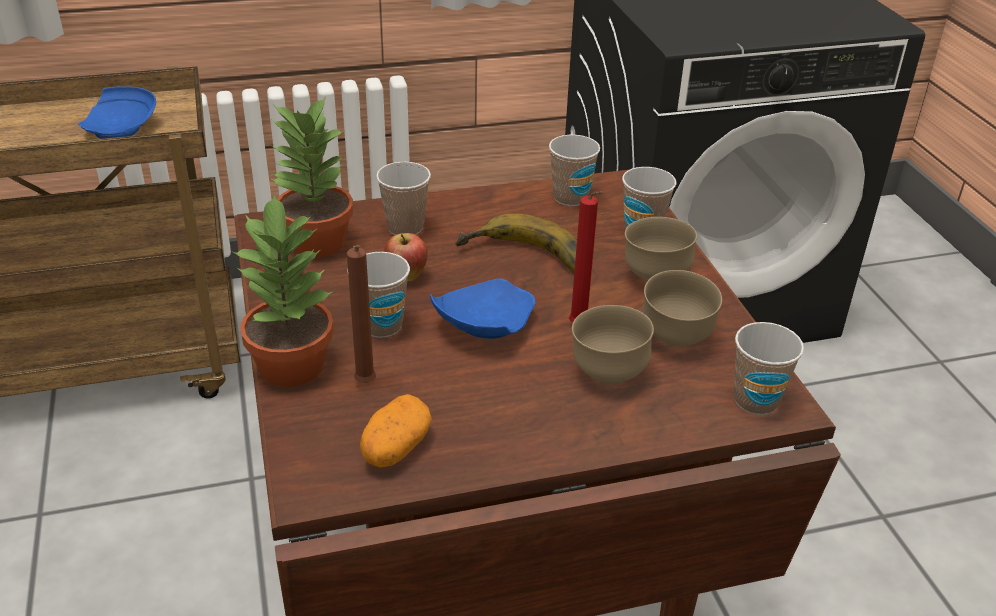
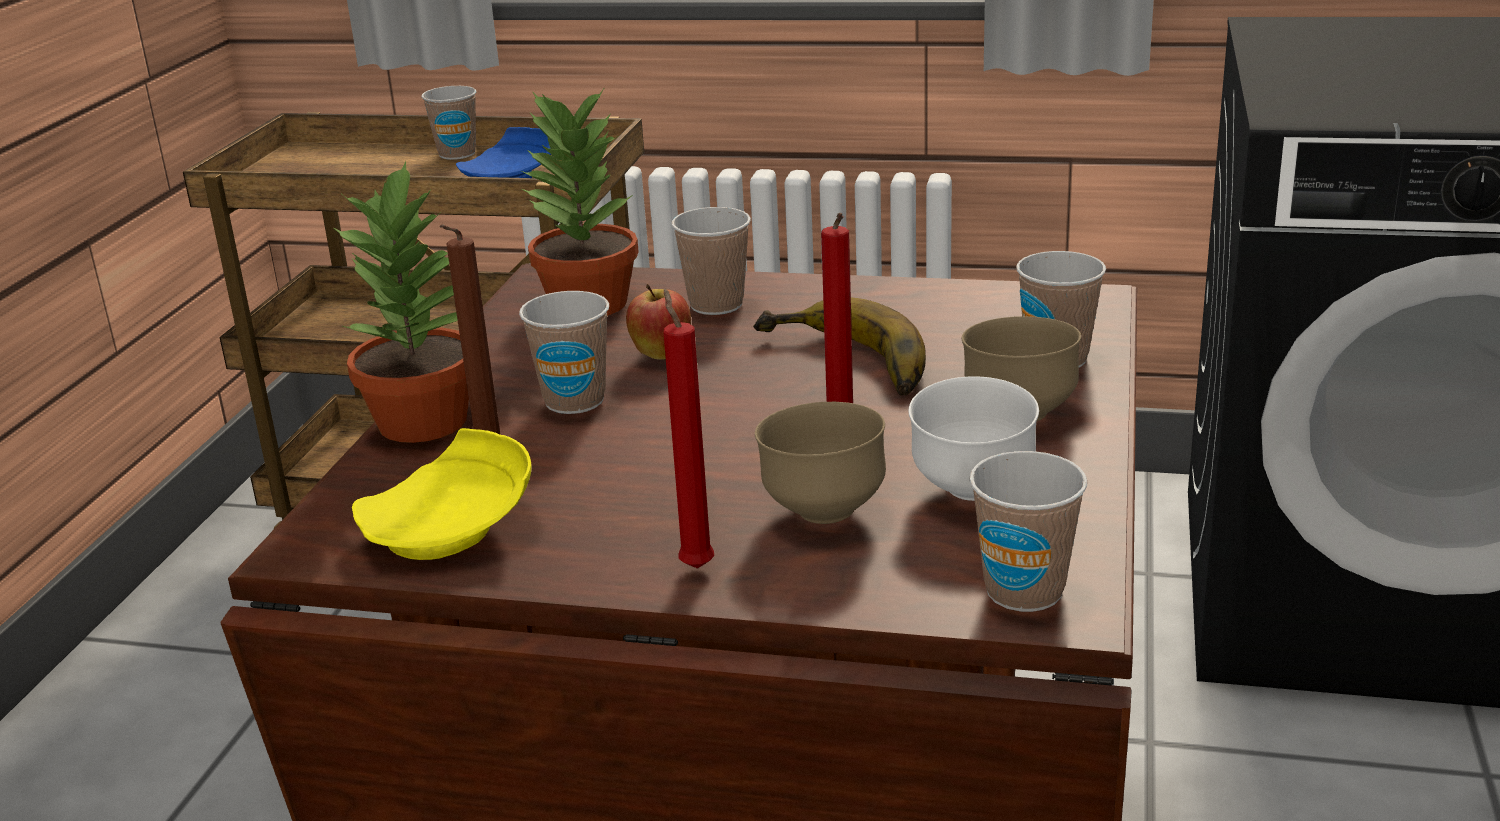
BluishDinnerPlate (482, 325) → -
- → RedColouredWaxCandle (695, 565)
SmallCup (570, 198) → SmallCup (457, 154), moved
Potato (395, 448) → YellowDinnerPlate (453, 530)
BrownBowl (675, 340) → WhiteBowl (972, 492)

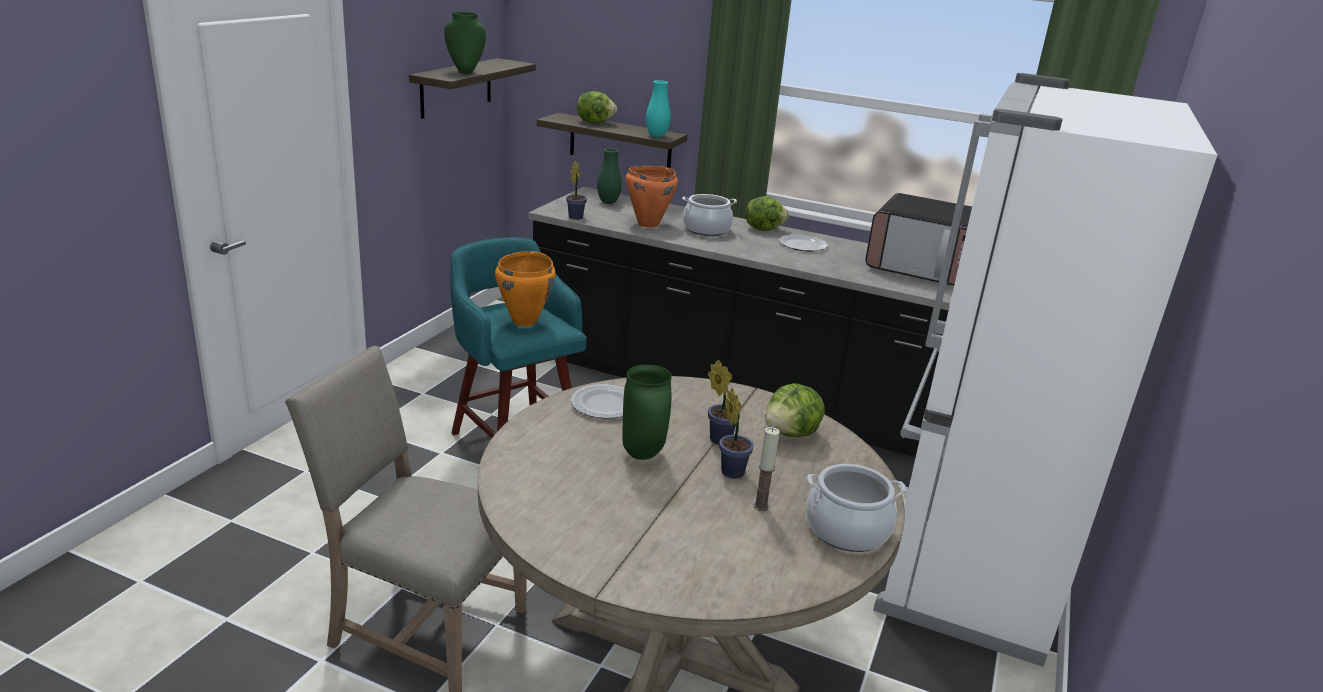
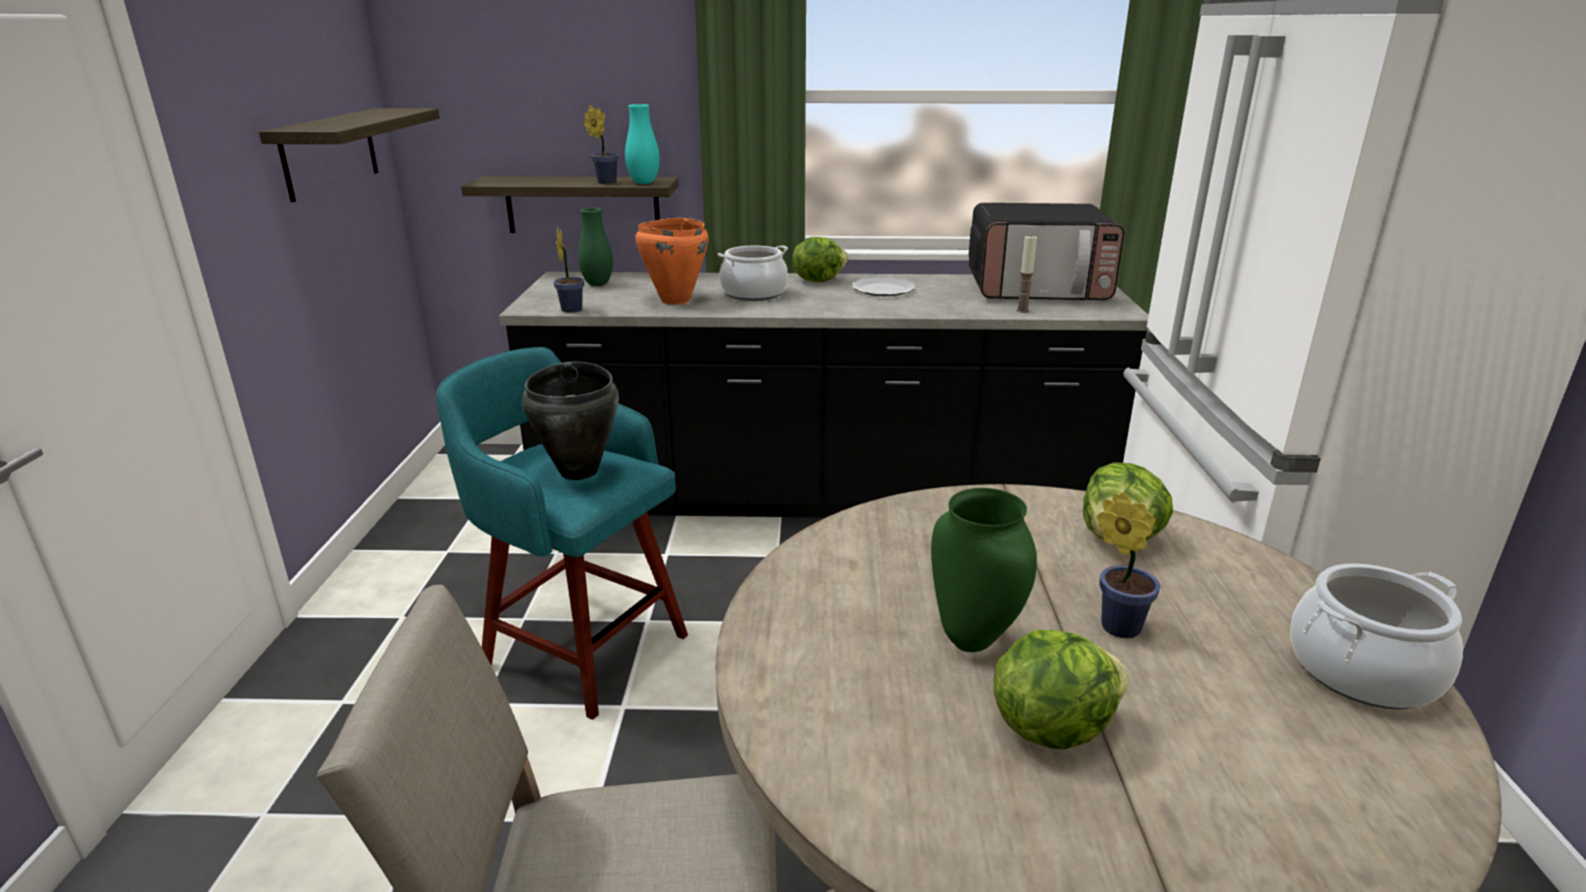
GreenColouredVase (466, 72) → -
DinnerPlate (605, 404) → -
Lettuce (595, 122) → Lettuce (1051, 726), moved
PottedPlant (718, 438) → PottedPlant (605, 182), moved
WaxCandle (760, 506) → WaxCandle (1022, 311), moved
OrangeColouredCookingPot (525, 321) → BlackColouredCookingPot (580, 471)

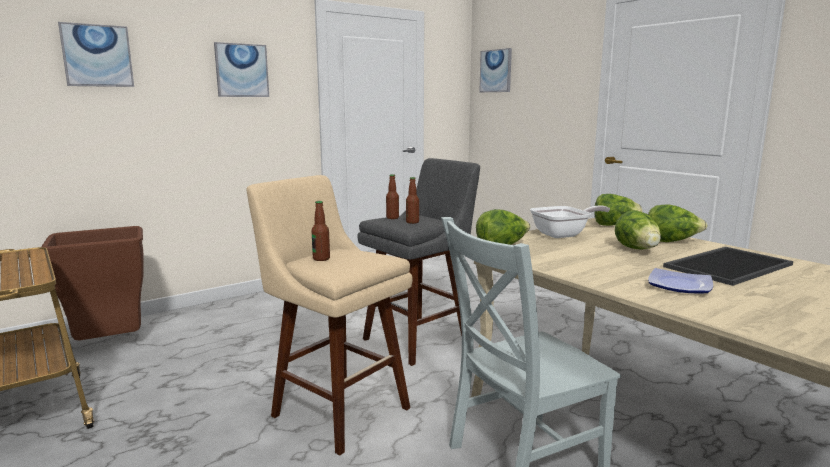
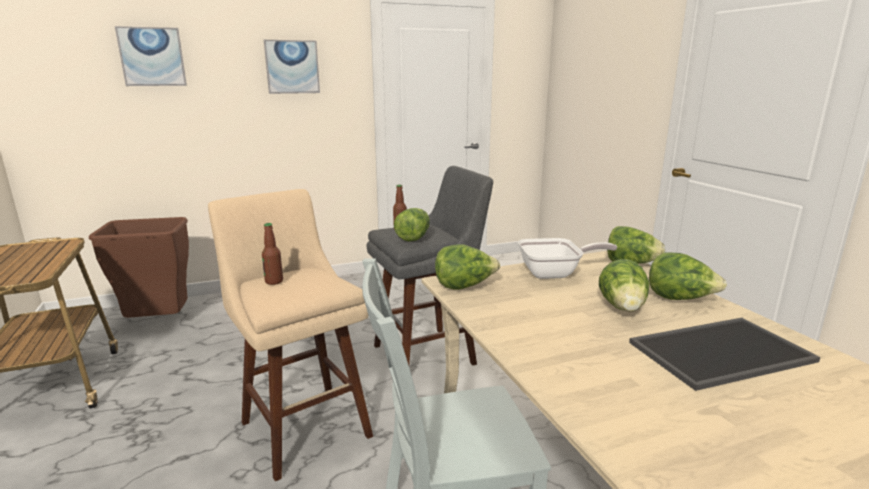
WallArt (496, 71) → -
DinnerPlate (678, 285) → -
DrinkBottle (412, 222) → Lettuce (414, 237)

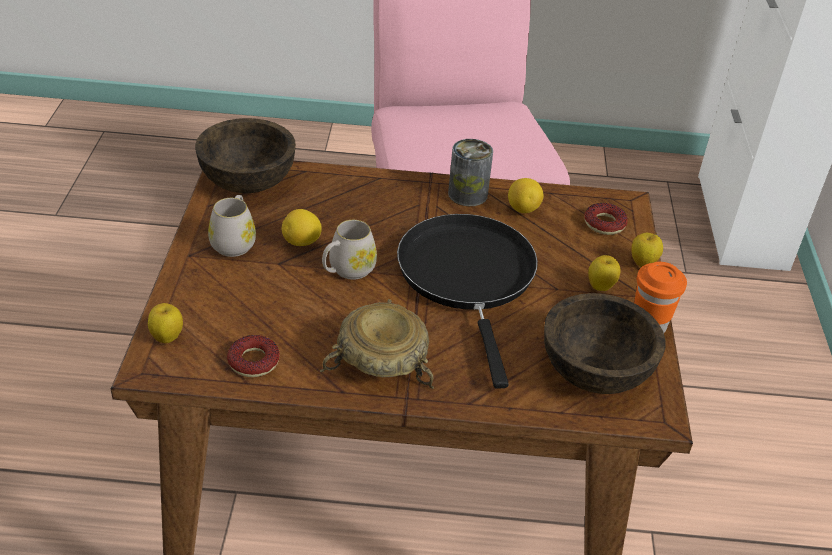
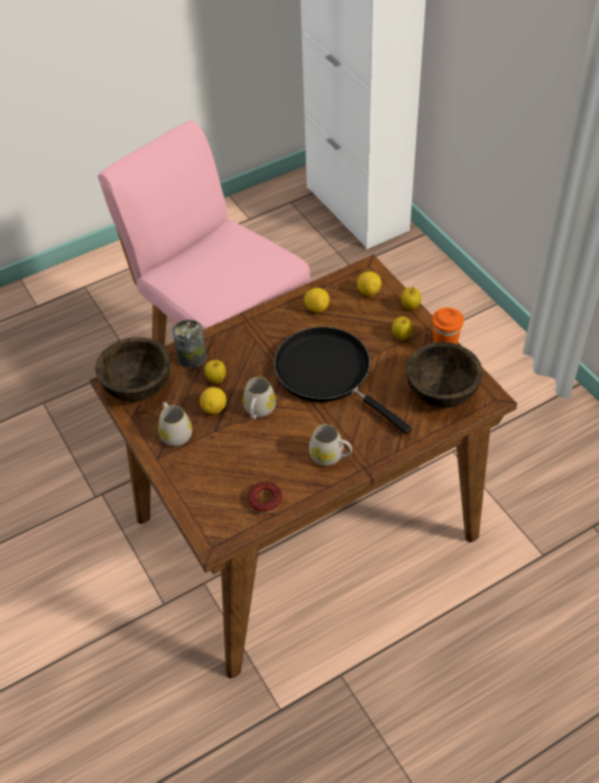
WholeApple (167, 338) → WholeApple (216, 379), moved
SealedCan (467, 194) → SealedCan (192, 356), moved
SandColouredBowl (379, 361) → WhiteTeaMug (330, 456)
RingDoughnut (604, 224) → Lemon (368, 292)

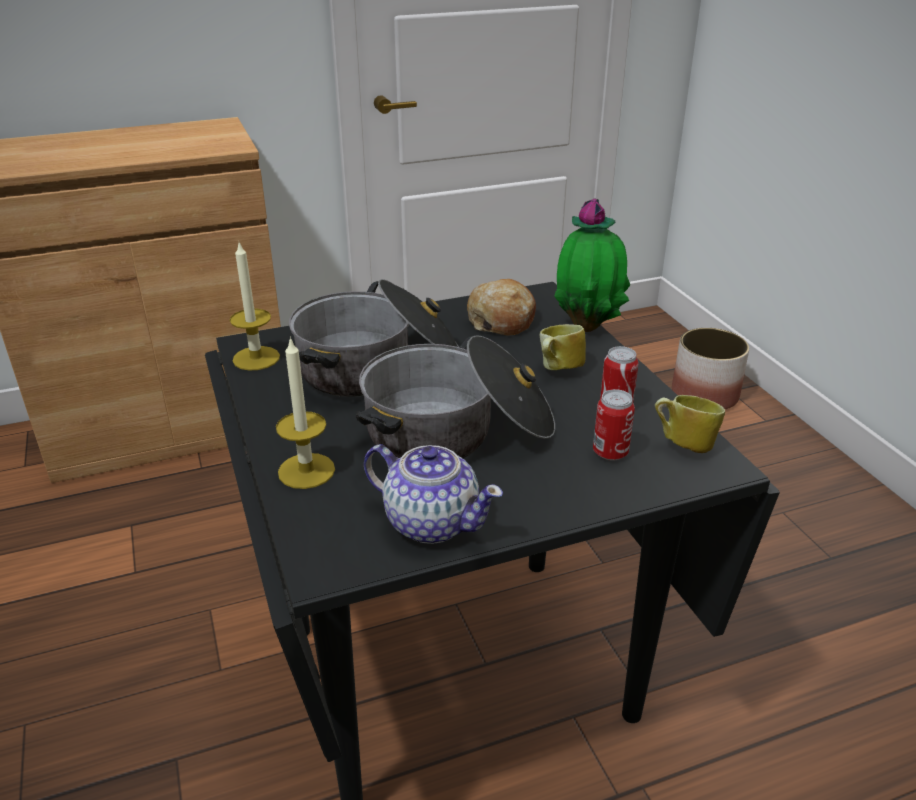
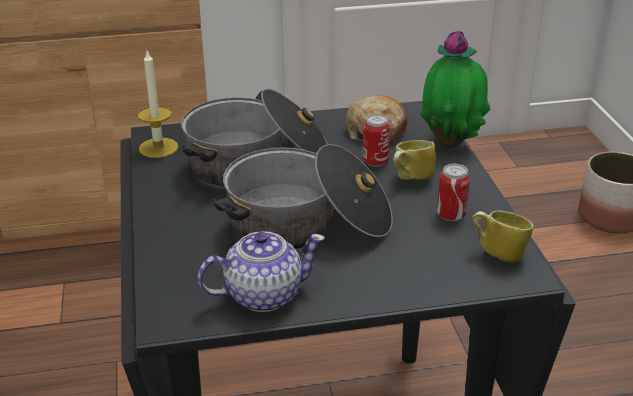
WaxCandle (306, 471) → -
SealedCan (610, 452) → SealedCan (375, 162), moved
PotForTea (431, 521) → PotForTea (262, 295), 60 degrees counterclockwise

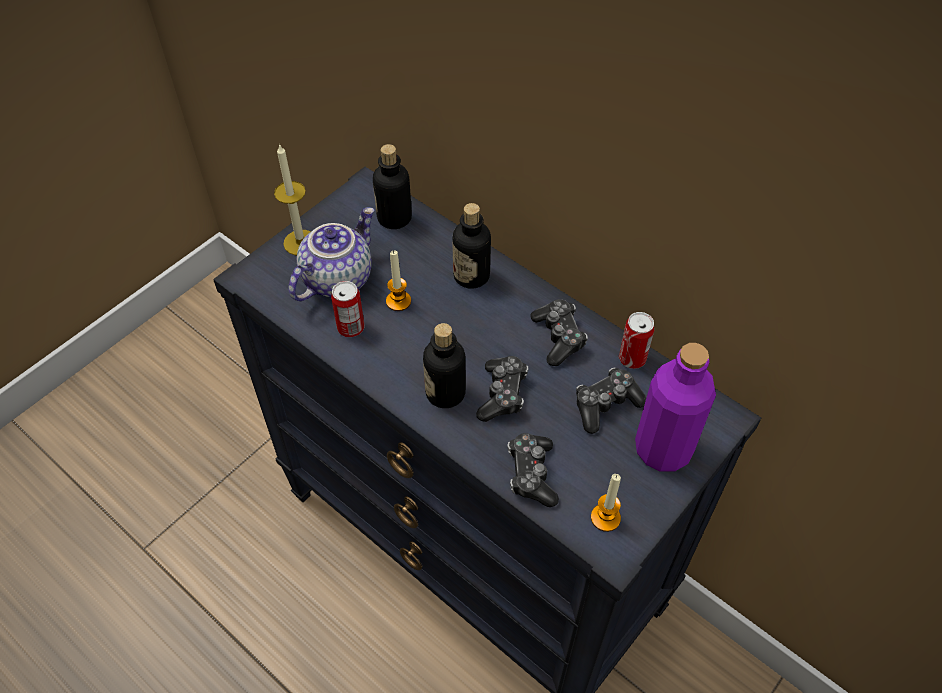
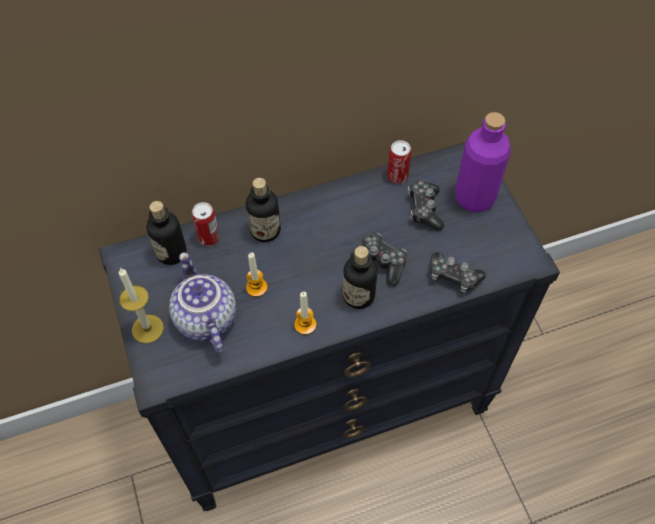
GameController (559, 337) → -
SealedCan (351, 327) → SealedCan (208, 237), moved
WaxCandle (605, 518) → WaxCandle (305, 325), moved

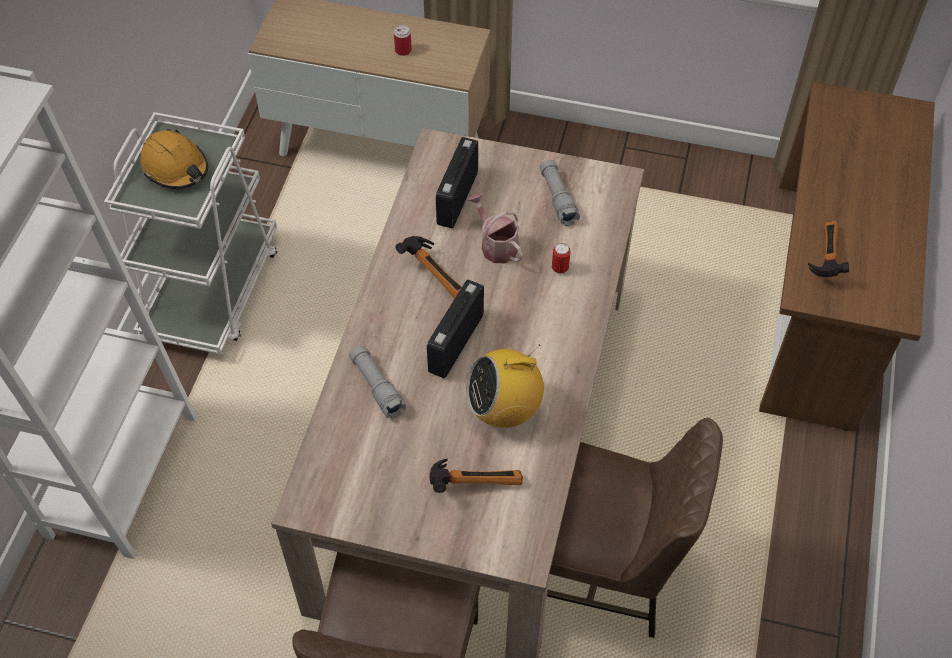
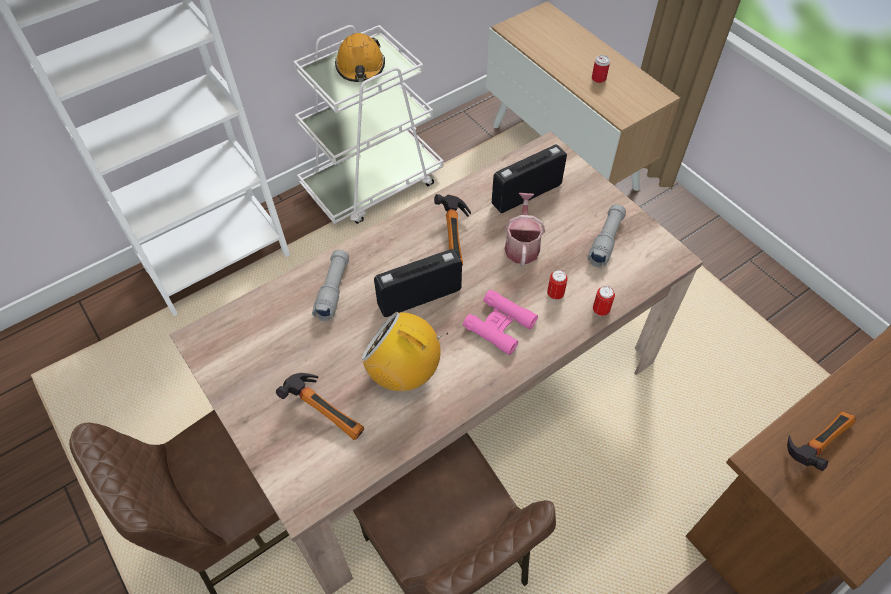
- → PinkColouredFieldGlasses (499, 325)
- → SealedCan (600, 310)

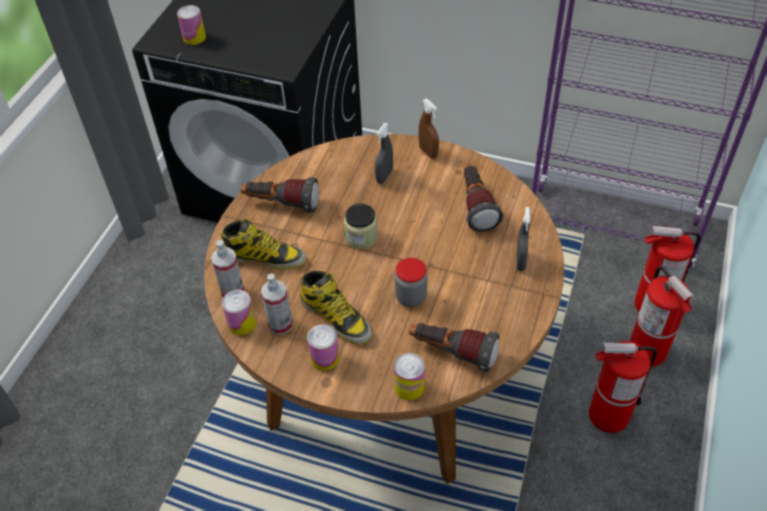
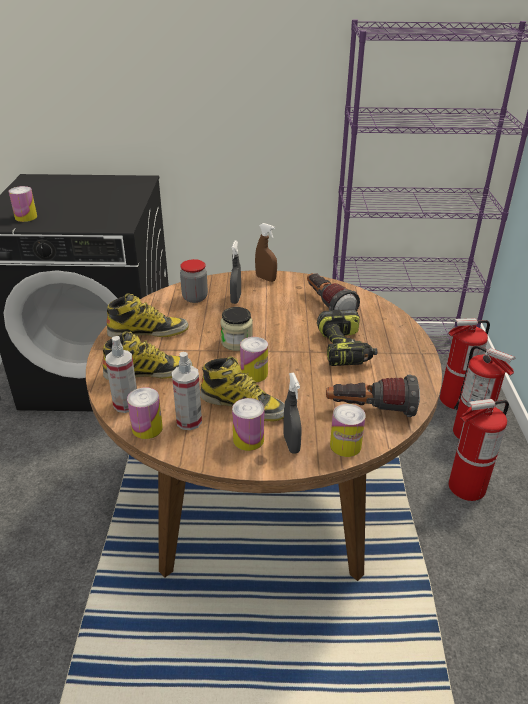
- → SealedCan (254, 374)
- → PowerDrill (345, 349)
StorageJar (411, 297) → StorageJar (195, 298), moved
GreyishSprayBottle (520, 261) → GreyishSprayBottle (291, 444), moved
Flashlight (281, 204) → TallBoot (148, 331)

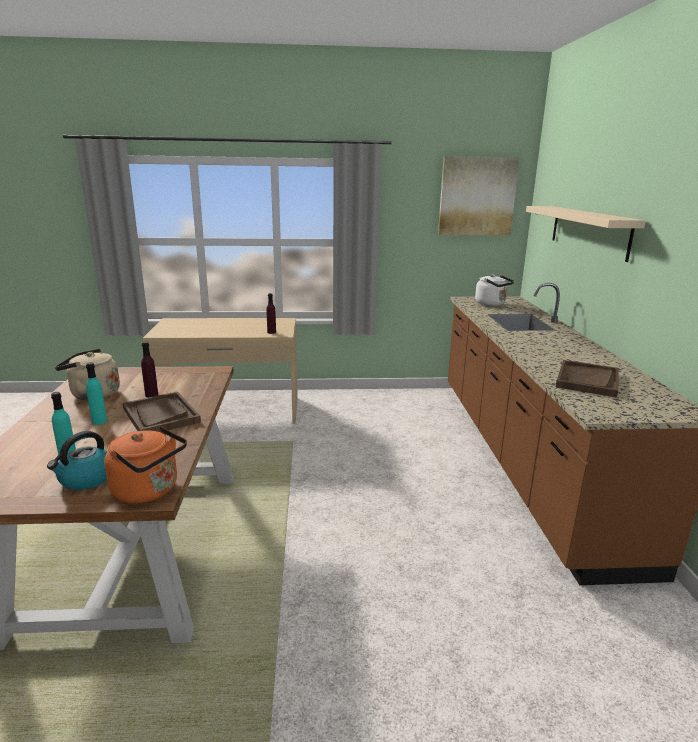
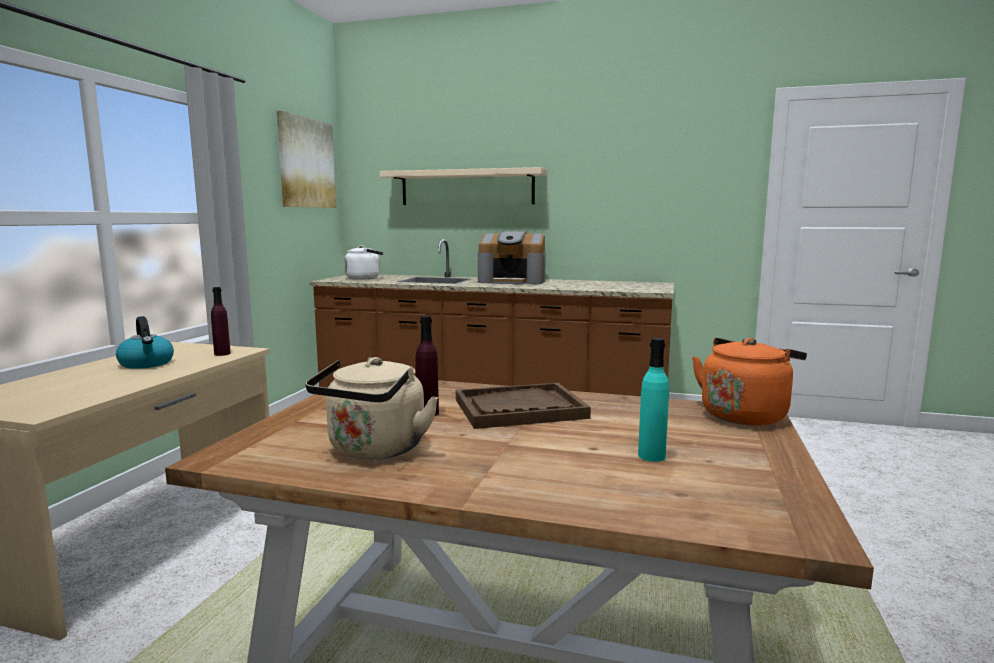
TurquoiseColouredDrinkBottle (99, 421) → -
BrownServingTray (587, 380) → -
- → CoffeeMaker (512, 281)
Kettle (86, 479) → Kettle (147, 364), moved

